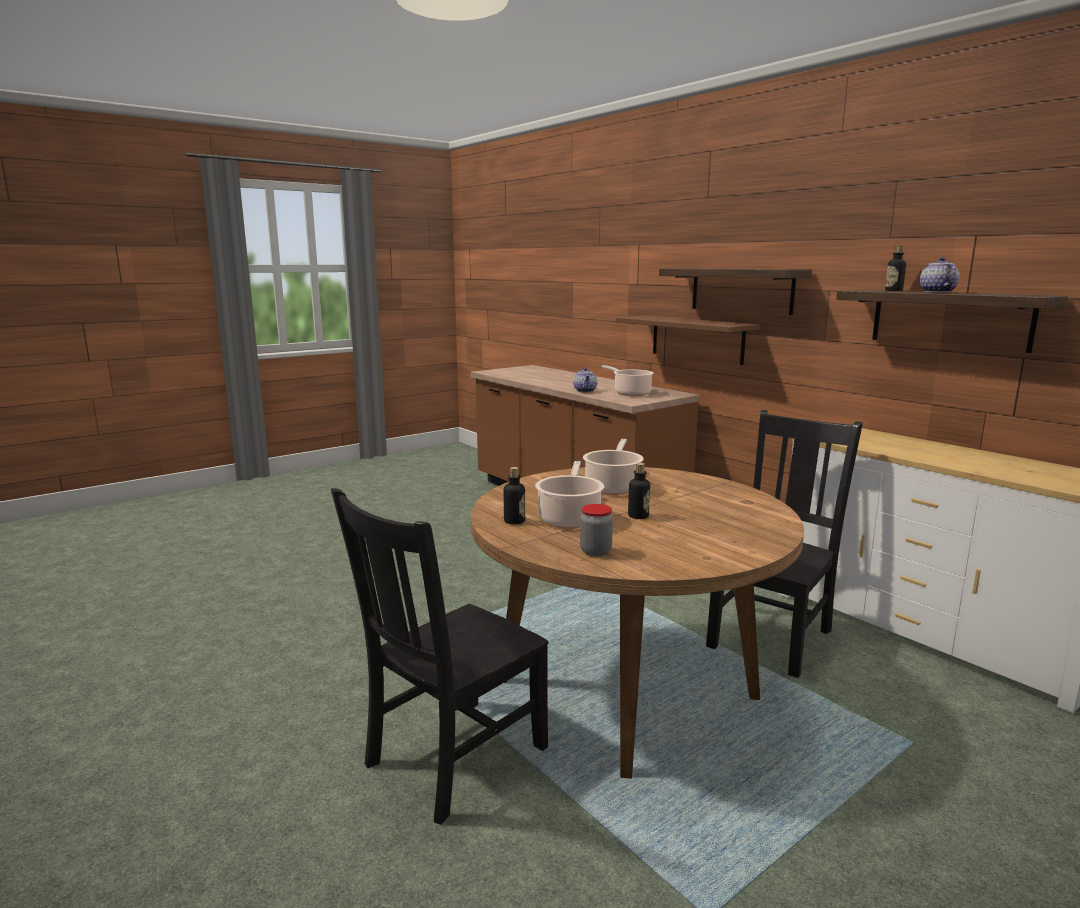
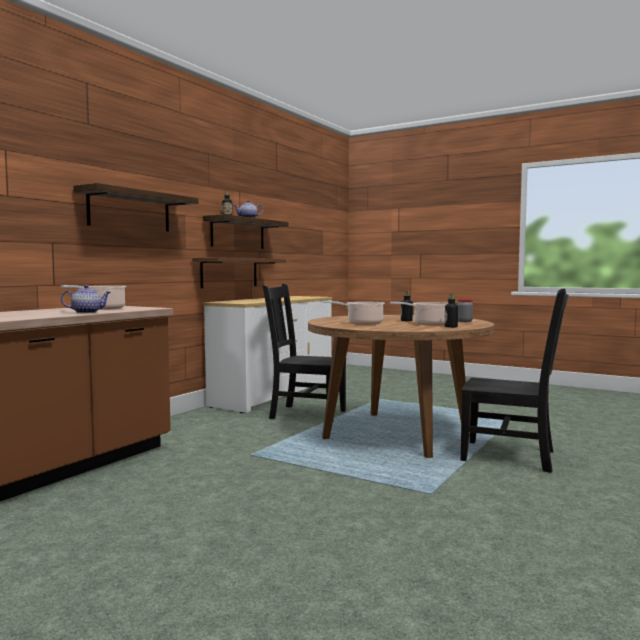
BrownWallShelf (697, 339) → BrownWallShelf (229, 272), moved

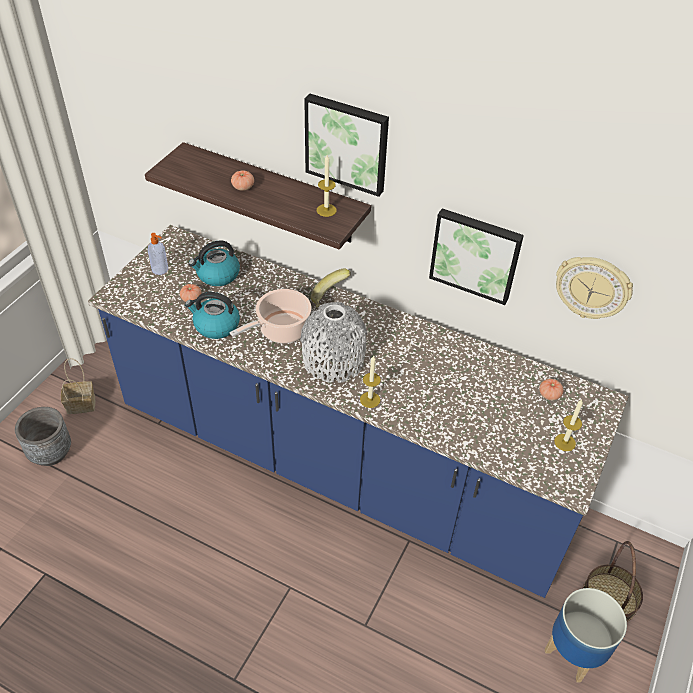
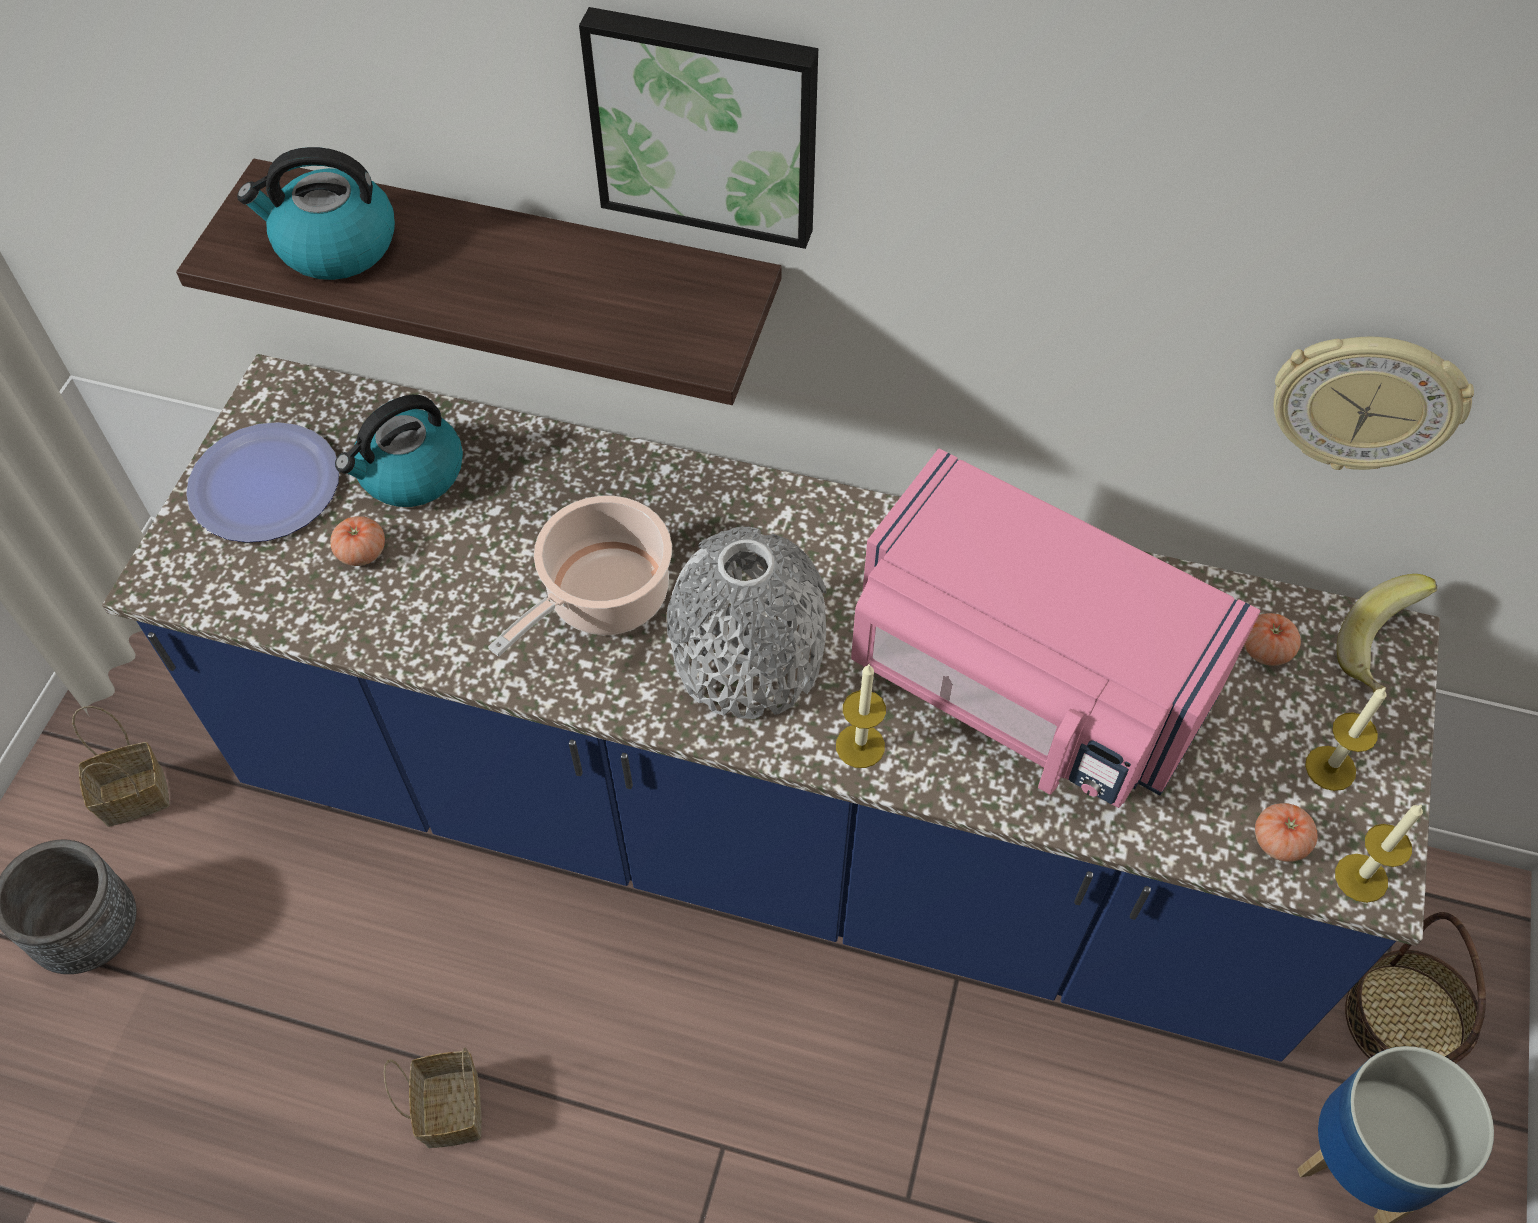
WallArt (475, 254) → -
- → StorageBasket (450, 1106)
- → PinkColouredMicrowave (1022, 686)
Kettle (216, 325) → Kettle (334, 246), moved
Tomato (243, 187) → Tomato (1279, 841), moved
BananaFruit (330, 298) → BananaFruit (1380, 652), moved
WaxCandle (326, 210) → WaxCandle (1361, 878), moved
SoapDispenser (160, 269) → DinnerPlate (265, 484)

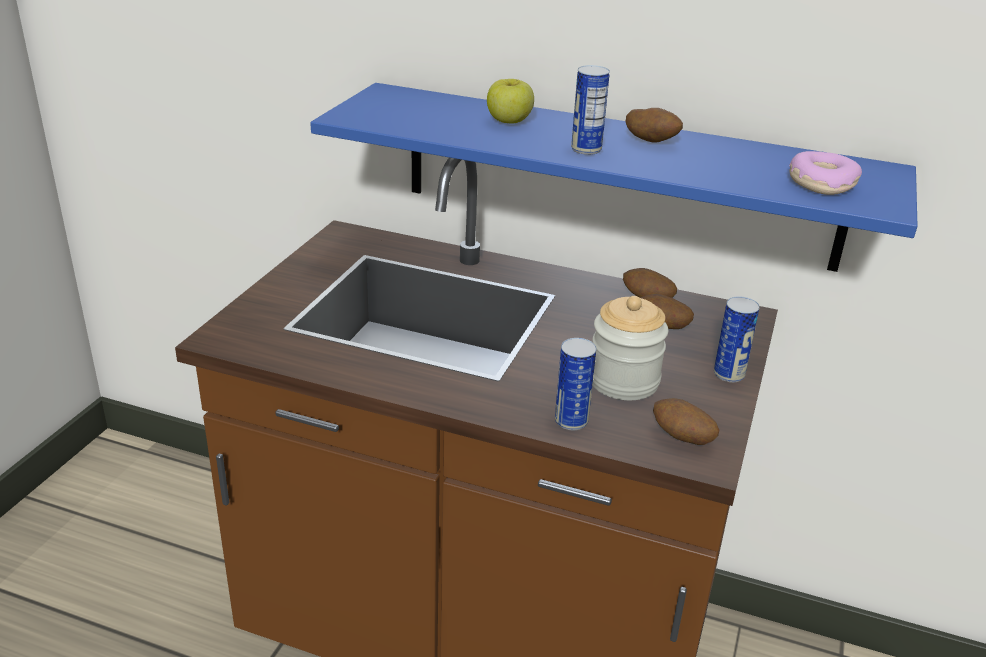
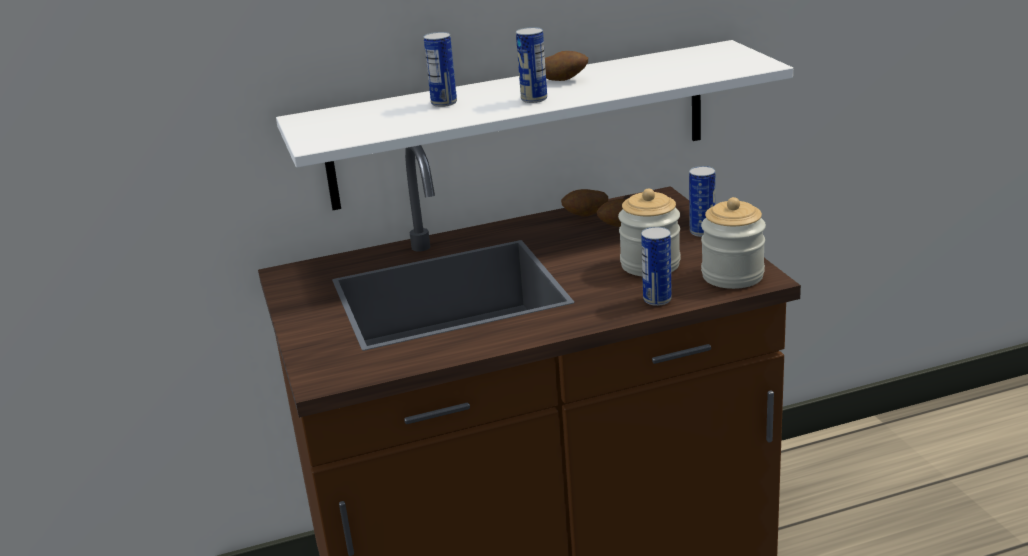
RingDoughnut (821, 184) → -
WholeApple (509, 121) → SealedCan (444, 103)
Potato (681, 438) → StorageJar (732, 276)
BluishWallShelf (617, 175) → WhiteWallShelf (519, 125)

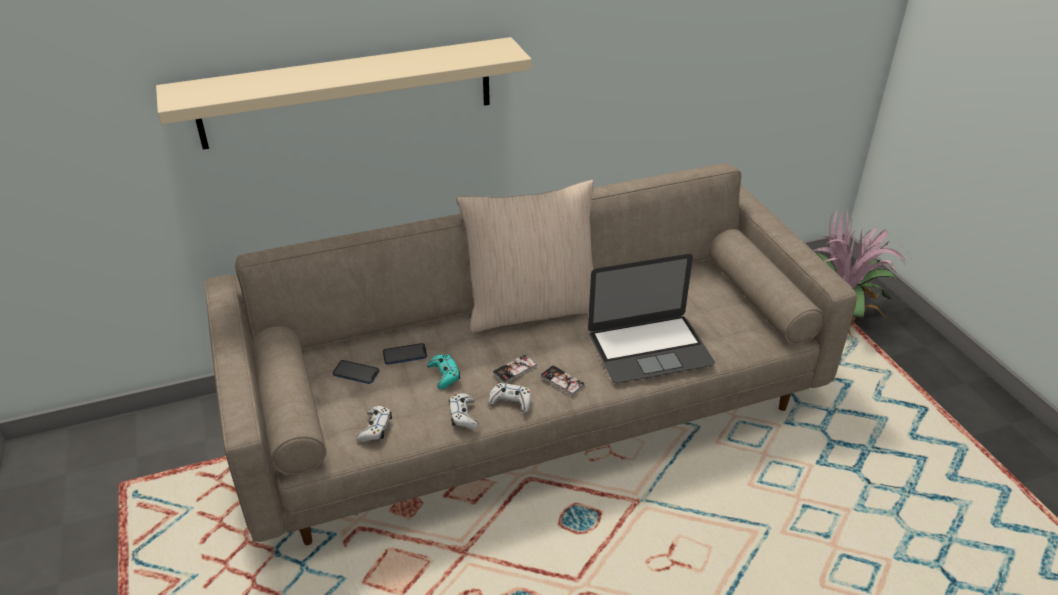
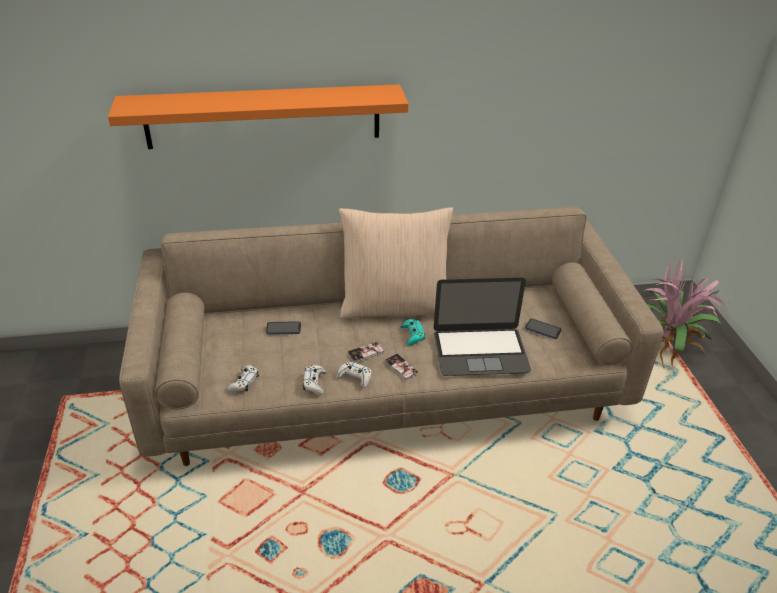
Phone (356, 373) → Phone (543, 329), moved
TurquoiseColouredGameController (444, 375) → TurquoiseColouredGameController (412, 335), moved
SandColouredWallShelf (347, 93) → OrangeColouredWallShelf (263, 116)

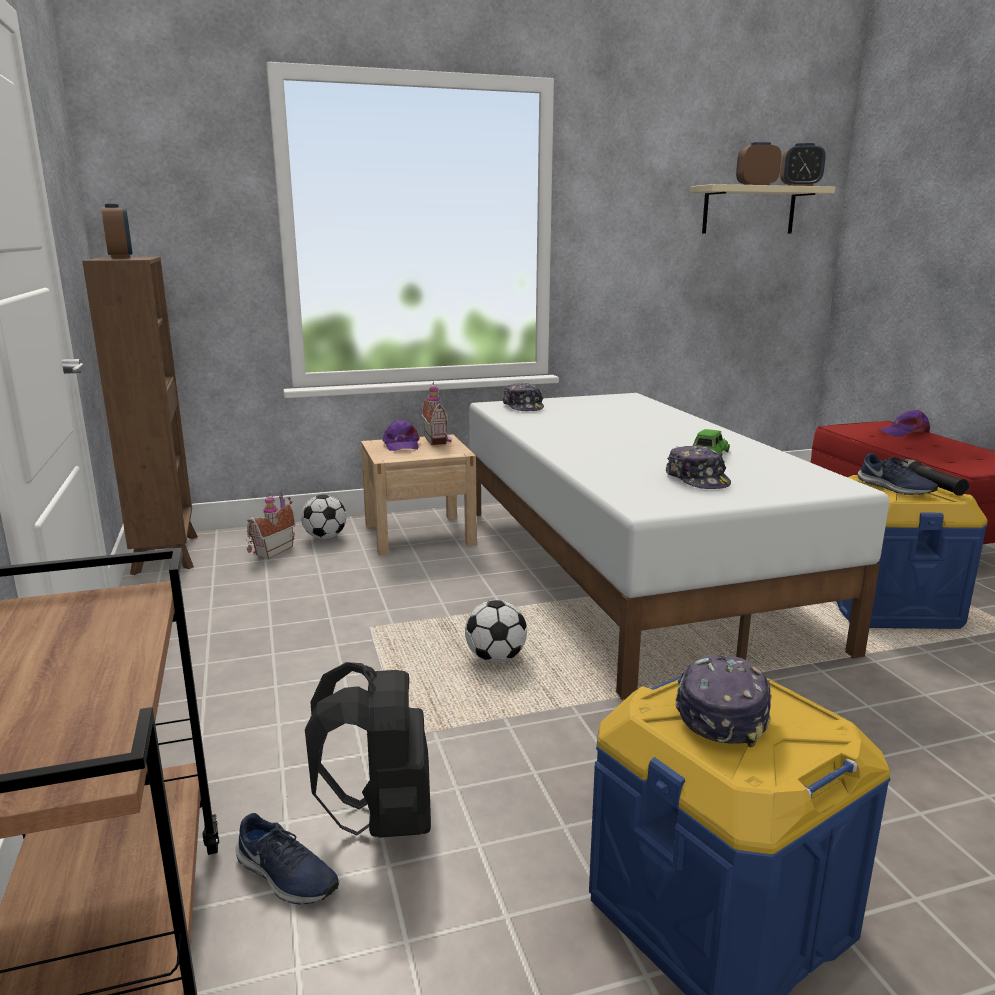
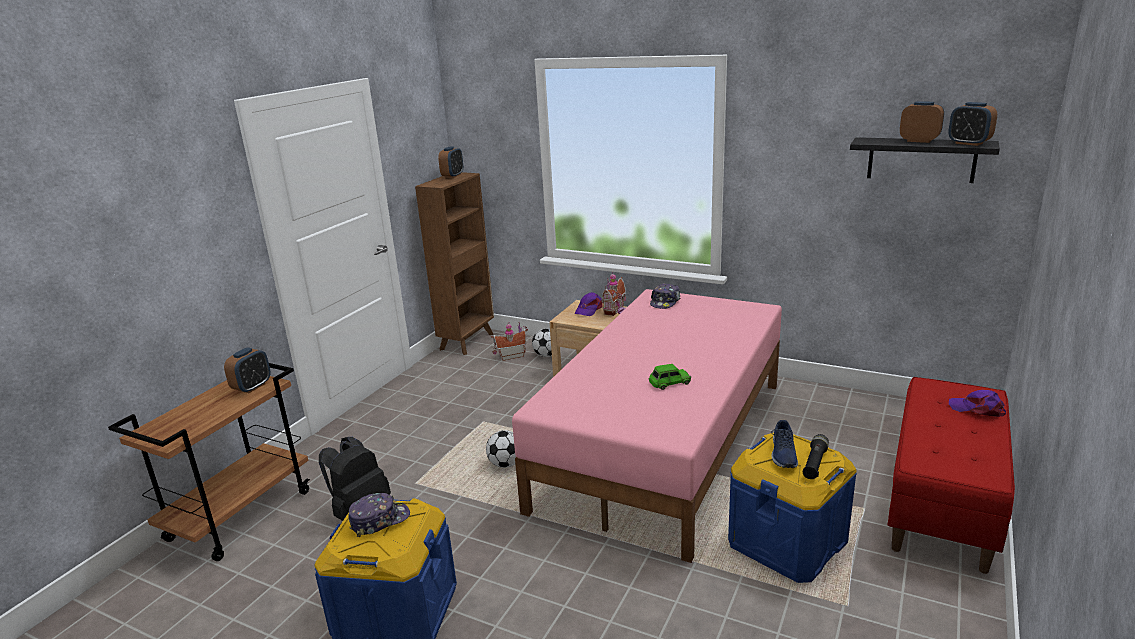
BluishLowShoe (285, 876) → -
BaseballCap (697, 480) → -
- → BedsideClock (252, 387)
WhiteBedroomBed (628, 570) → PinkColouredBedroomBed (666, 442)
SandColouredWallShelf (749, 210) → BlackColouredWallShelf (921, 159)

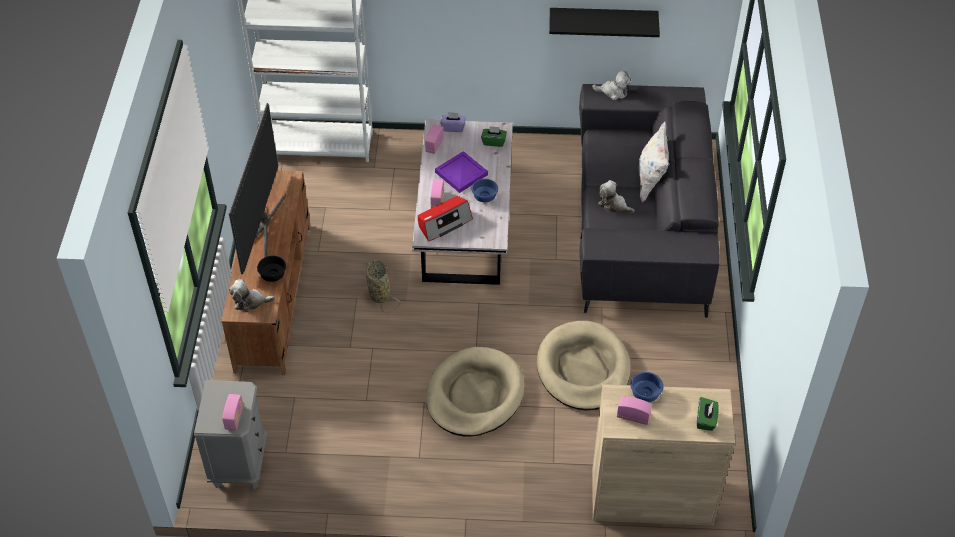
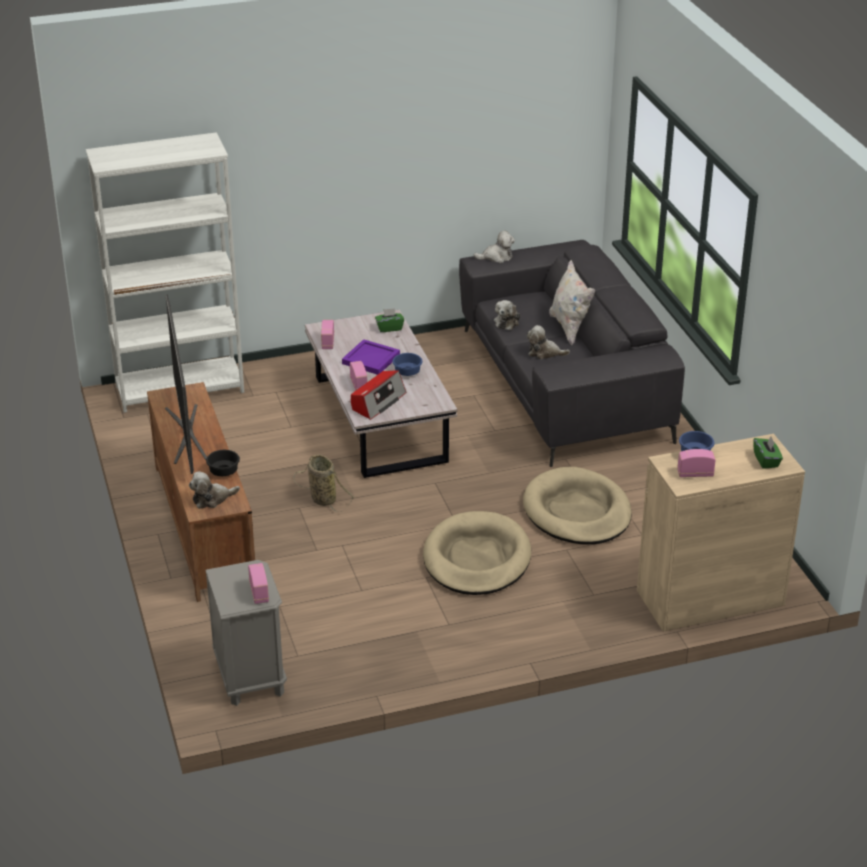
PurpleColouredTissueHolder (453, 127) → -
BlackColouredWallShelf (602, 21) → -
- → PlushToy (507, 321)

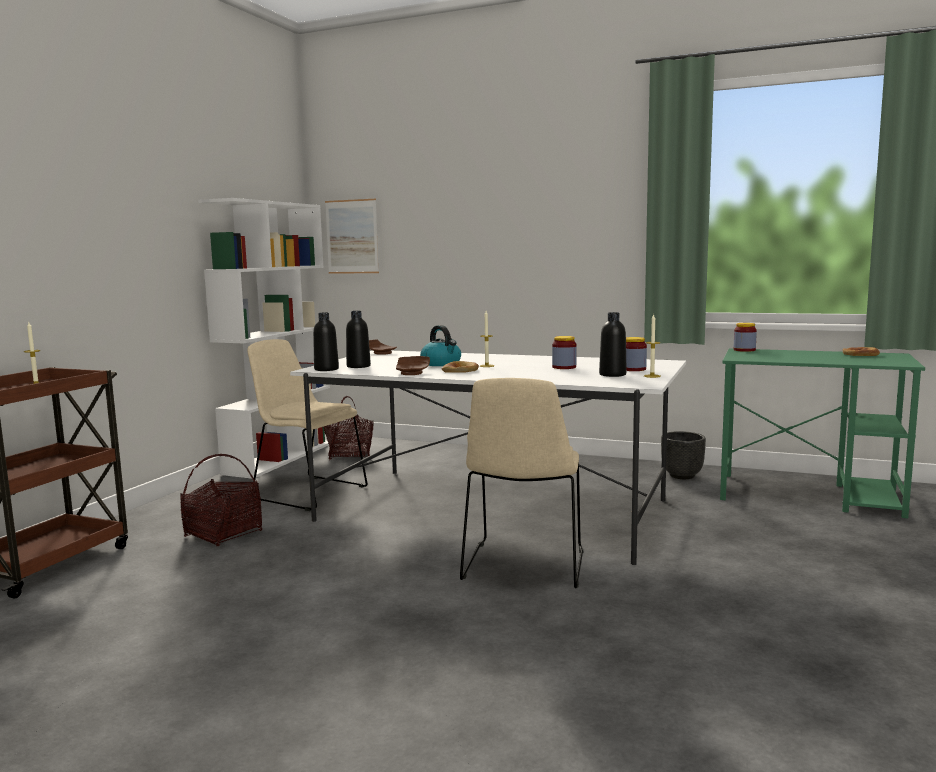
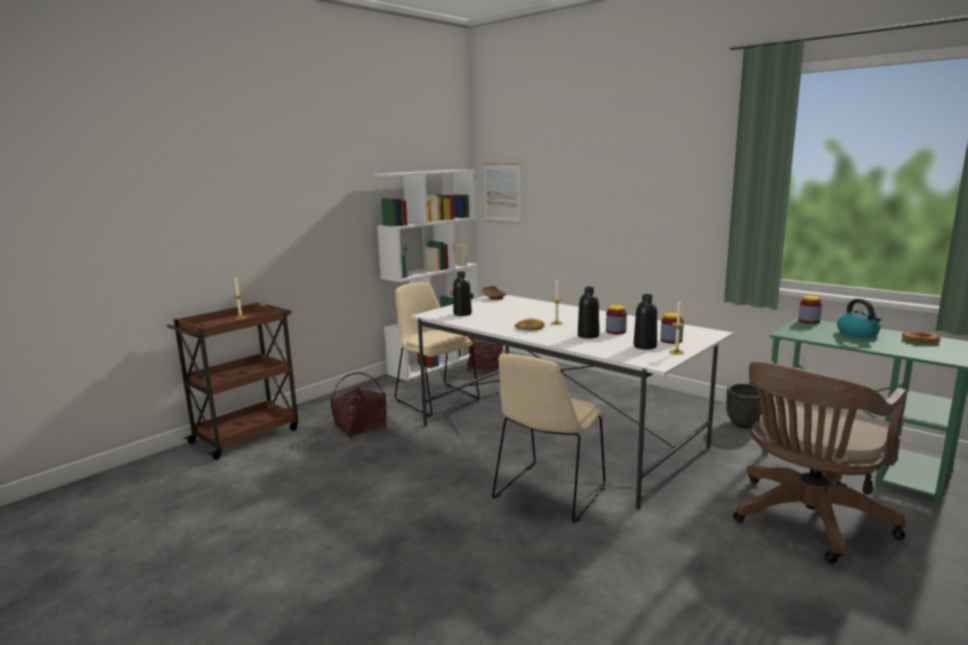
BrownDinnerPlate (412, 373) → -
- → BrownOfficeChair (806, 521)
BlackColouredDrinkBottle (326, 369) → BlackColouredDrinkBottle (588, 335), moved
Kettle (441, 364) → Kettle (858, 334), moved

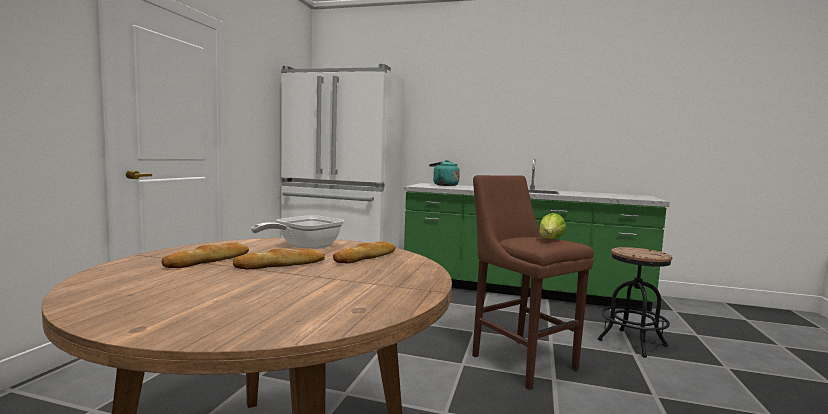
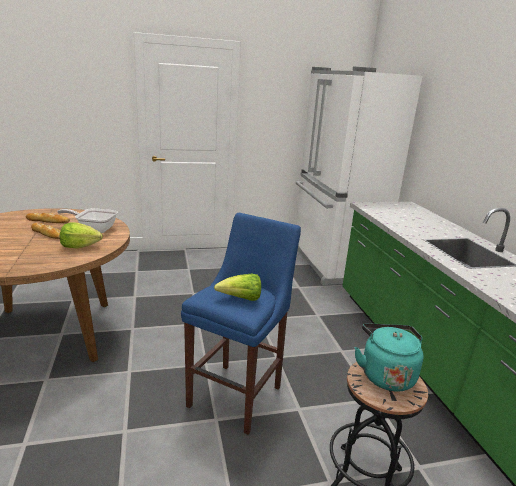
TurquoiseColouredKettle (443, 185) → TurquoiseColouredKettle (385, 374), moved
BakedBread (366, 257) → Lettuce (80, 246)
BrownStoolSeat (520, 360) → BluishStoolSeat (238, 393)

